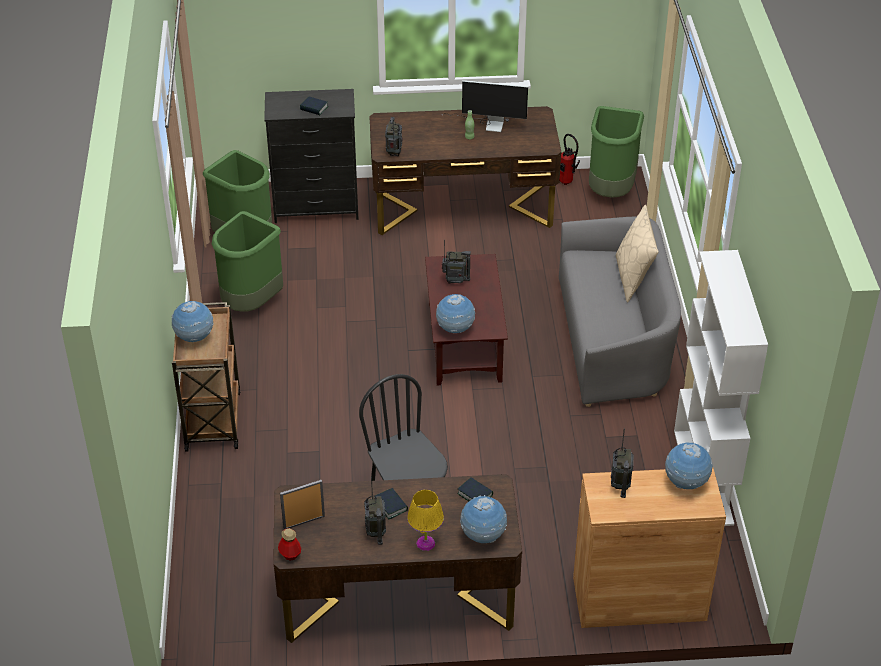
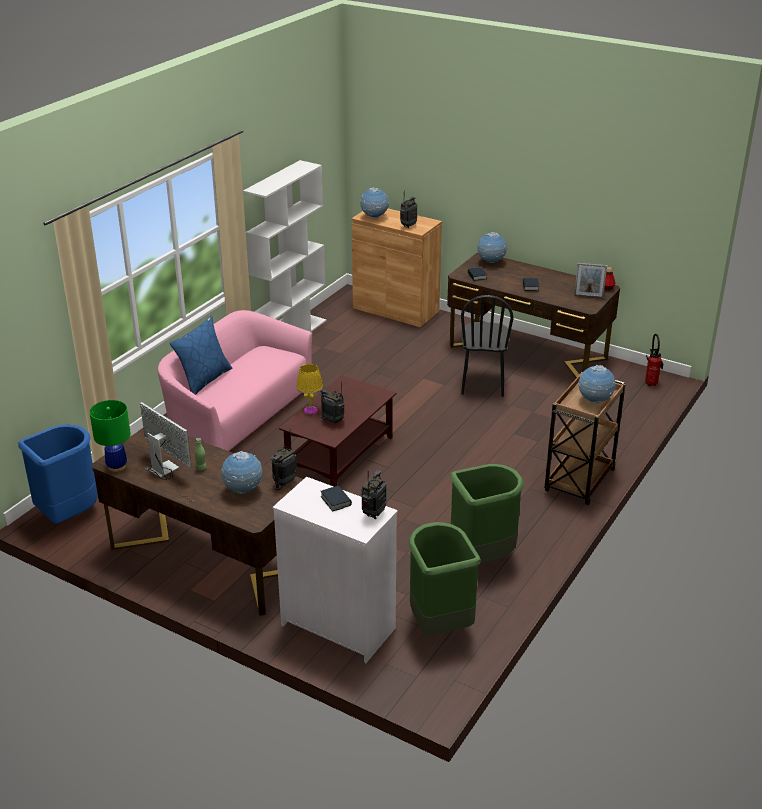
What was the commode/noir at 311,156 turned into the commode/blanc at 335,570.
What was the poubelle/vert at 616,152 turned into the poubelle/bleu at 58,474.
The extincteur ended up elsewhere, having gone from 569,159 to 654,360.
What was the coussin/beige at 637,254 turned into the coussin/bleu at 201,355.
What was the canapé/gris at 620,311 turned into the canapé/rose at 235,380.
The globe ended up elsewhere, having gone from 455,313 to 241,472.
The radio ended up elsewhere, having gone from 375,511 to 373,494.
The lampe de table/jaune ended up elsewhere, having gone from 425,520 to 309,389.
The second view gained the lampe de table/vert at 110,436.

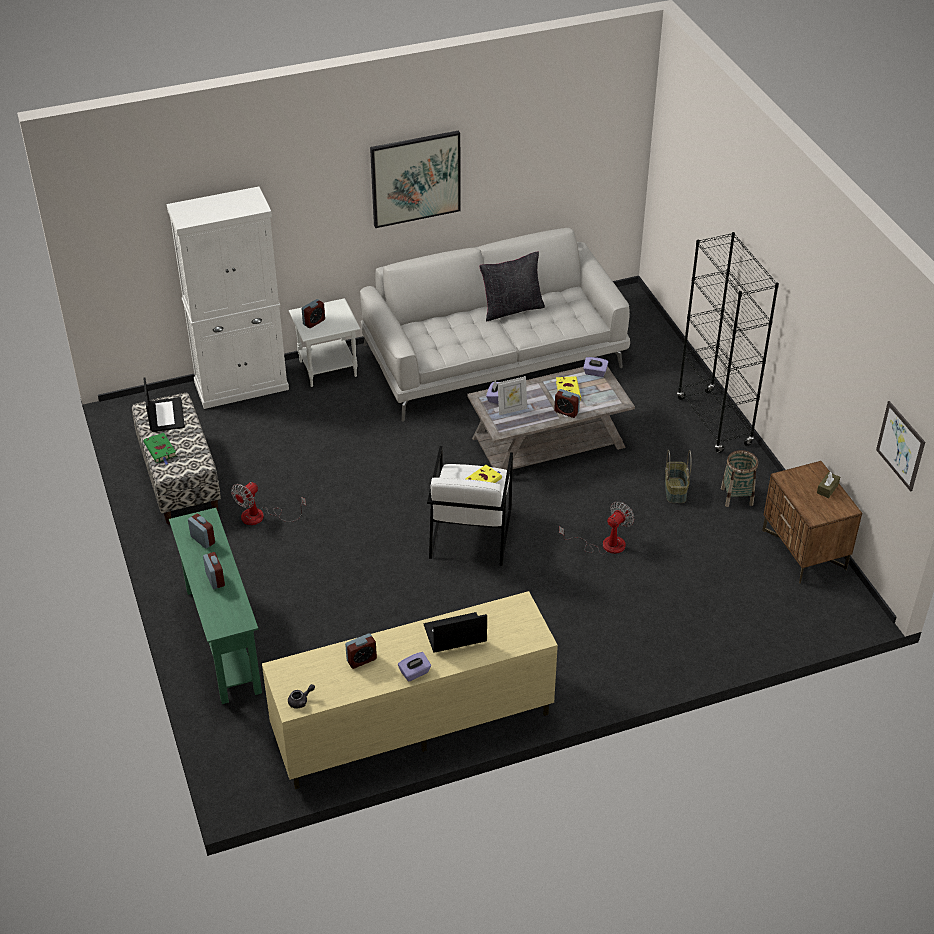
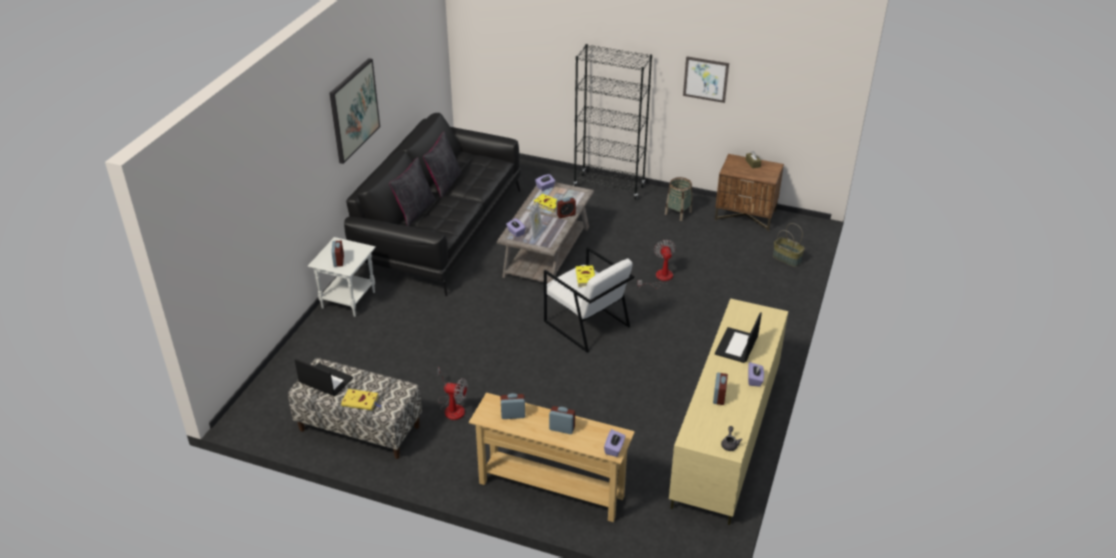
The second view lost the meuble de rangement/blanc at 228,298.
What was the canapé/blanc at 495,325 turned into the canapé/noir at 433,204.
The tableau ended up elsewhere, having gone from 900,446 to 706,79.
What was the livre/vert at 159,449 turned into the livre/jaune at 361,399.
The panier ended up elsewhere, having gone from 678,476 to 789,245.
The ventilateur at 268,503 ended up facing another way, 60 degrees counterclockwise from before.
What was the table console/vert at 215,606 turned into the table console/beige at 552,457.
The second view gained the coussin/noir at 412,192.
The second view gained the boîte à mouchoirs/violet at 614,443.

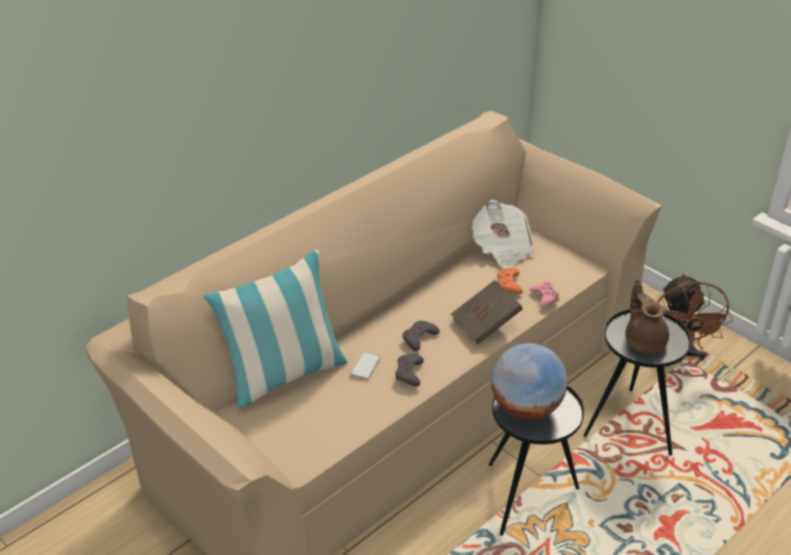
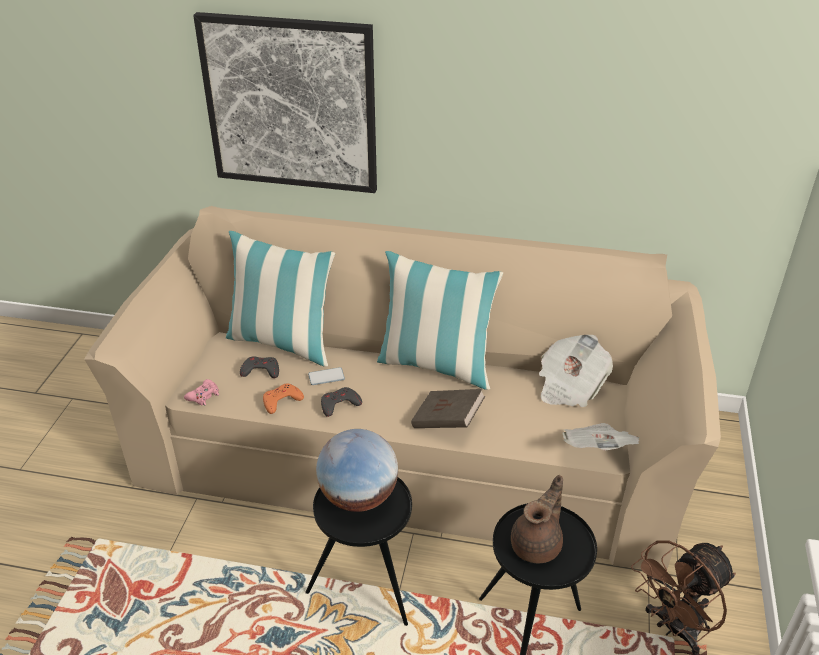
The manette/orange ended up elsewhere, having gone from 510,281 to 283,399.
The manette/rose ended up elsewhere, having gone from 544,294 to 201,392.
The manette/gris ended up elsewhere, having gone from 421,336 to 259,367.
The second view gained the tableau at 285,102.
The second view gained the coussin at 440,320.
The second view gained the journal at 600,436.

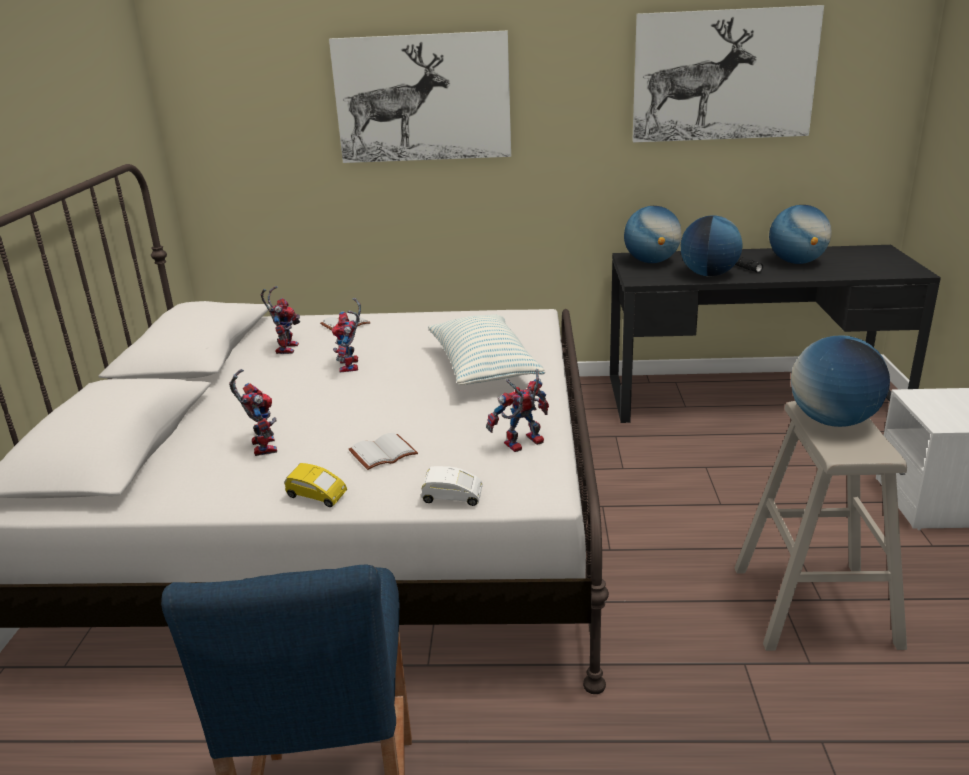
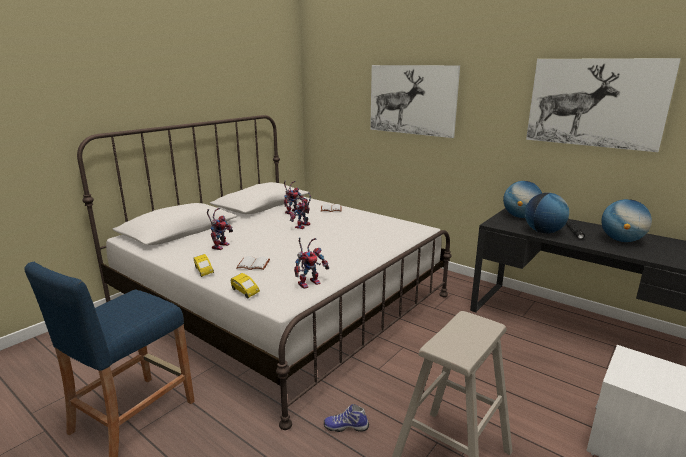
The second view lost the coussin at 486,349.
The second view lost the globe at 840,381.
The robot jouet at 517,410 ended up facing another way, 135 degrees clockwise from before.
What was the petite voiture/blanc at 452,486 turned into the petite voiture/jaune at 245,286.
The second view gained the chaussure at 346,418.

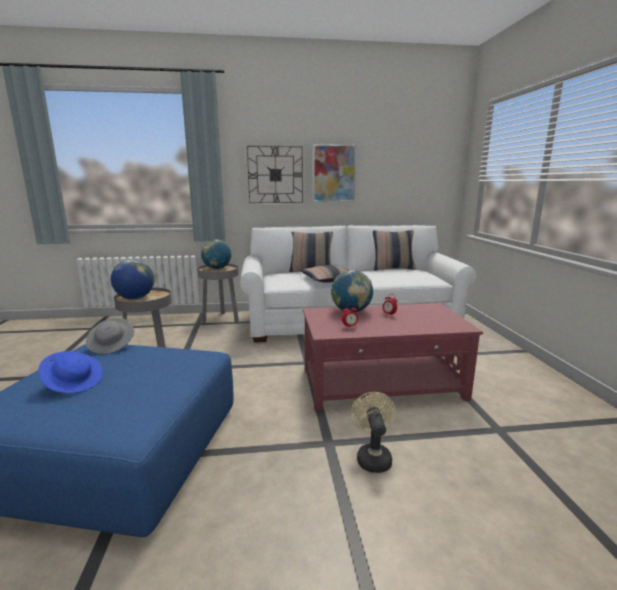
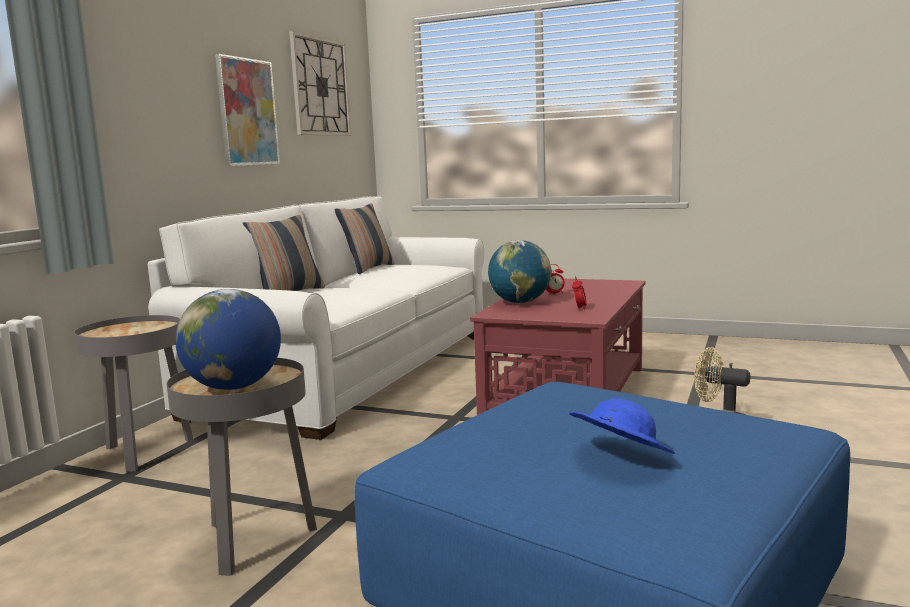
The horloge murale ended up elsewhere, having gone from 275,174 to 320,83.
The second view lost the globe at 216,254.
The second view lost the coussin at 324,274.
The second view lost the chapeau/gris at 110,336.

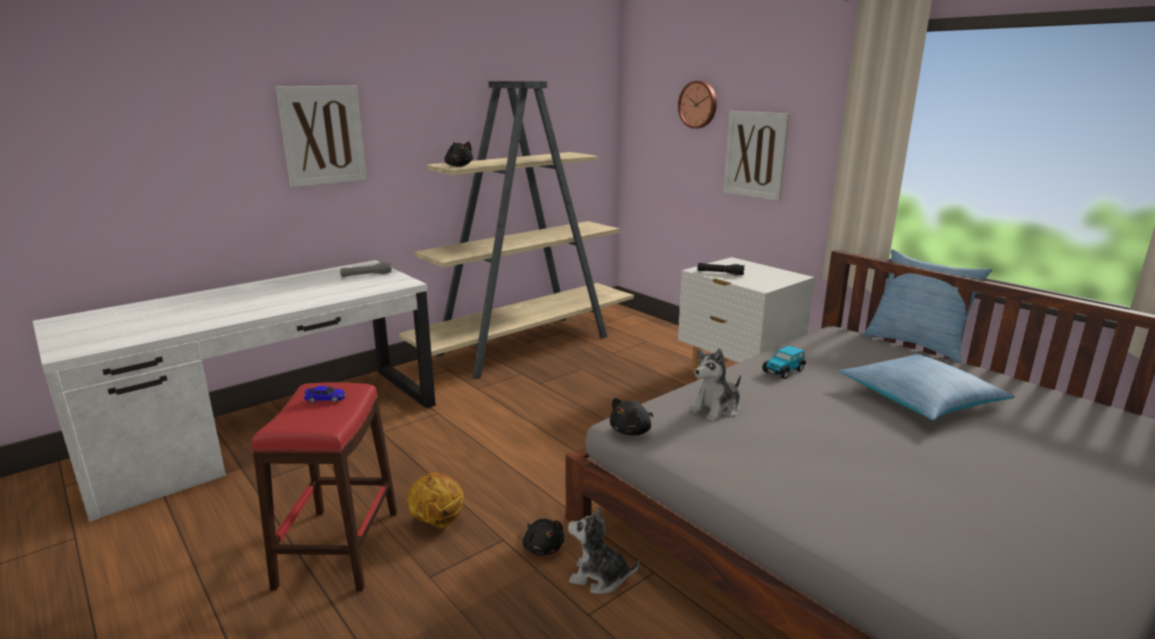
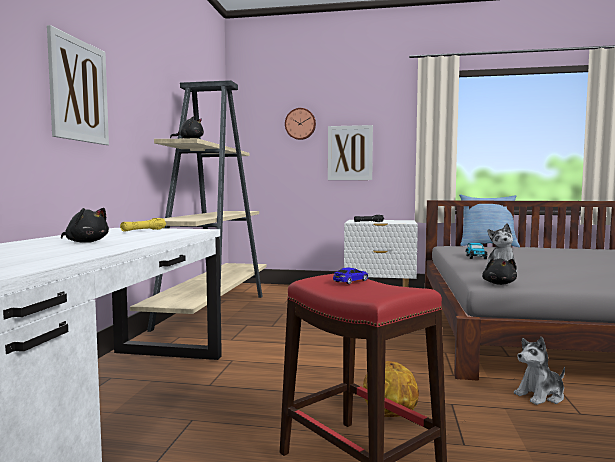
What was the lampe de poche/gris at 366,269 turned into the lampe de poche/jaune at 143,225.
The second view lost the coussin at 926,386.
The peluche/noir ended up elsewhere, having gone from 543,537 to 85,225.

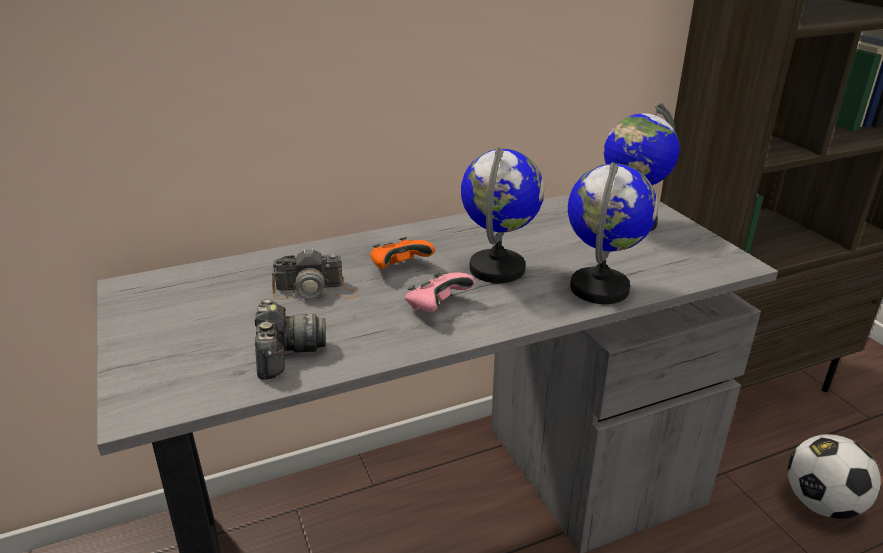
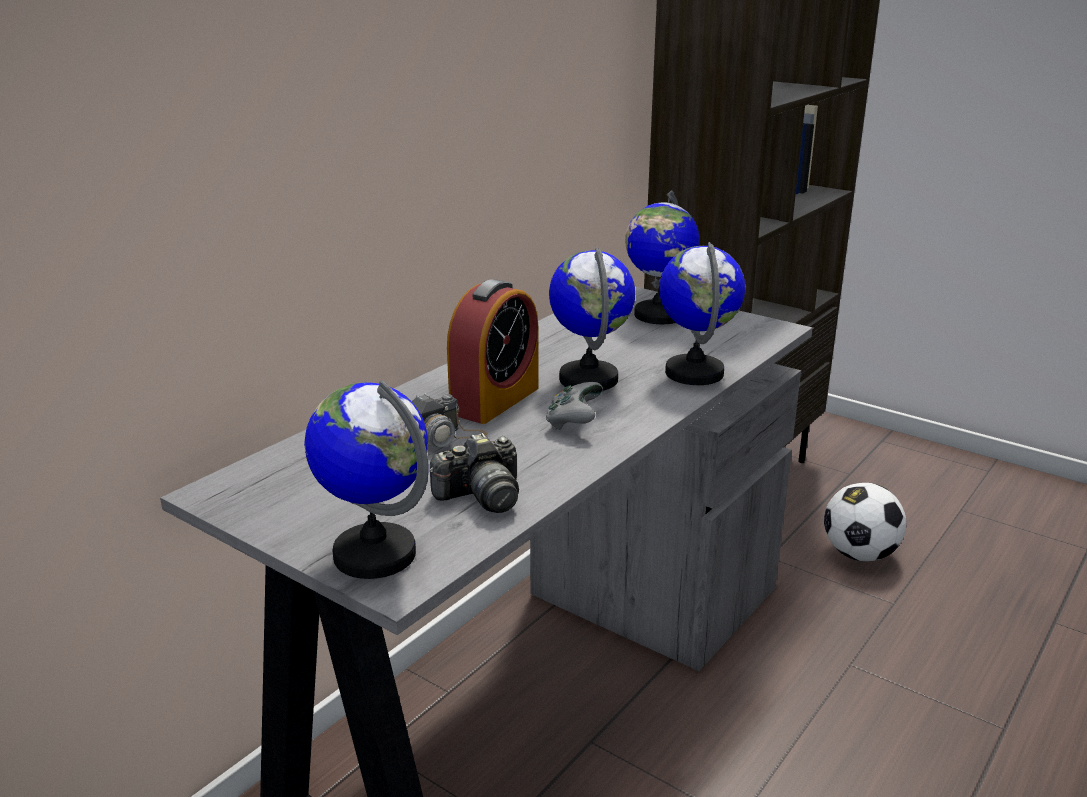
Where the manette/orange stood at 402,252, the réveil came to stand at 493,351.
What was the manette/rose at 440,292 turned into the manette/gris at 574,406.
The appareil photo at 290,339 ended up facing another way, 105 degrees clockwise from before.
The second view gained the globe at 366,479.

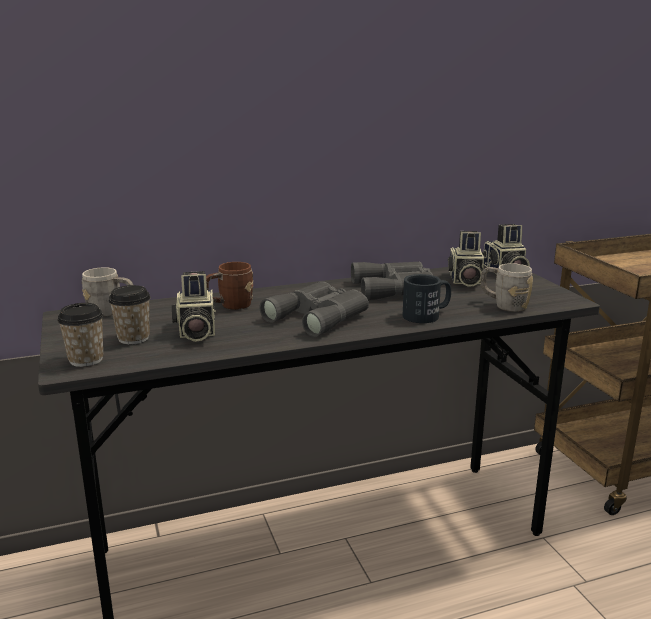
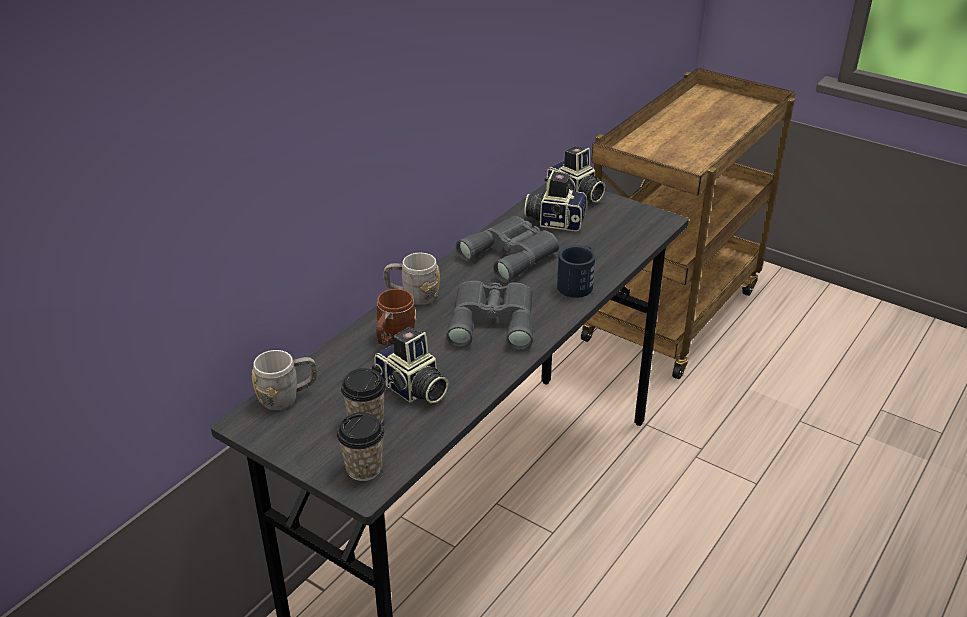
The appareil photo at 466,259 ended up facing another way, 135 degrees clockwise from before.
The mug/gris ended up elsewhere, having gone from 506,287 to 412,279.

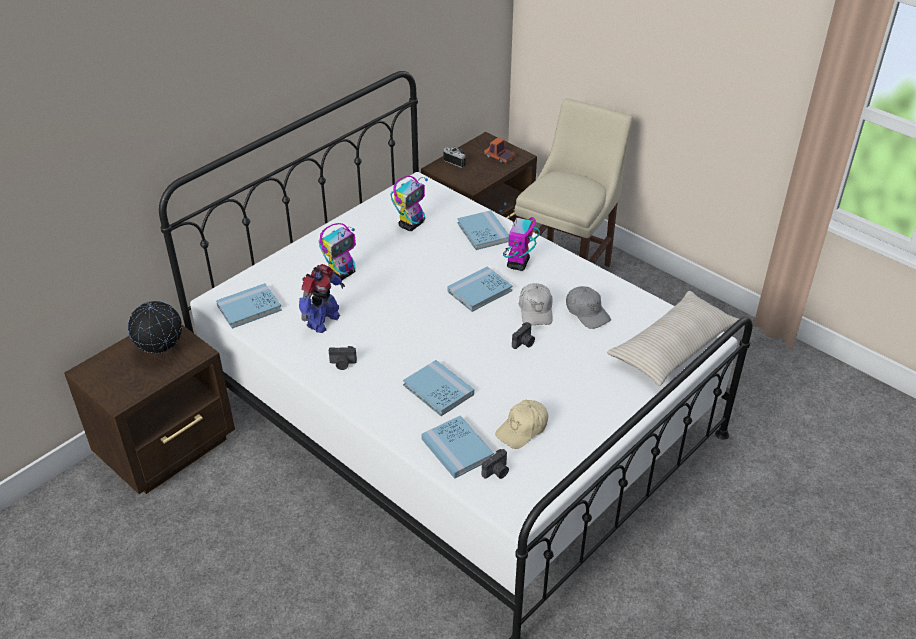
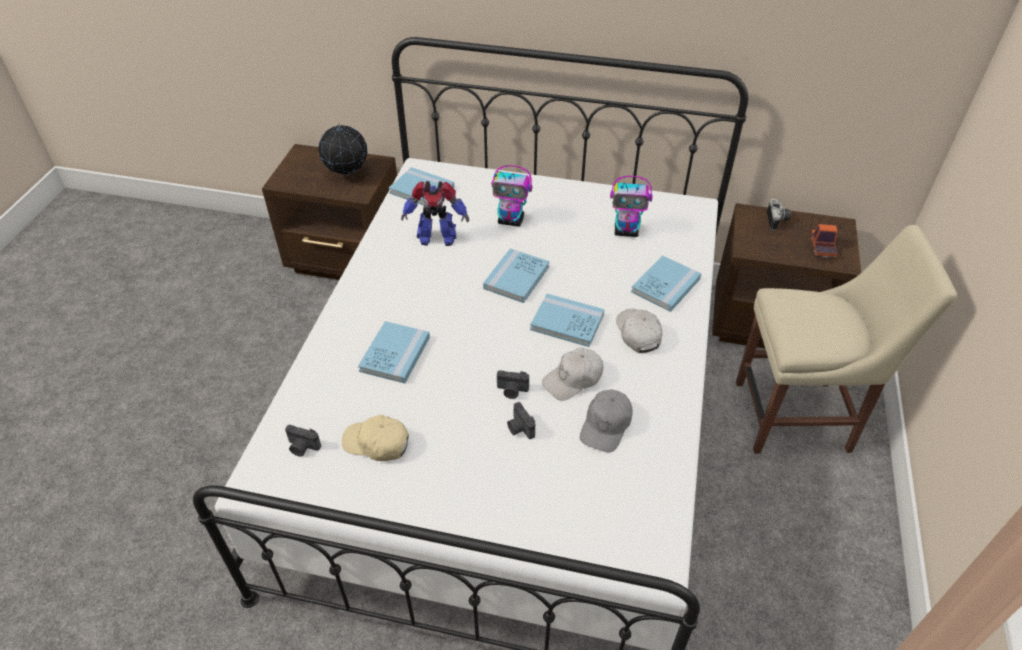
Where the robot jouet stood at 519,237, the casquette/blanc came to stand at 639,331.
The second view lost the coussin/beige at 673,338.
The appareil photo ended up elsewhere, having gone from 343,358 to 521,420.
The livre/bleu ended up elsewhere, having gone from 457,447 to 516,275.

